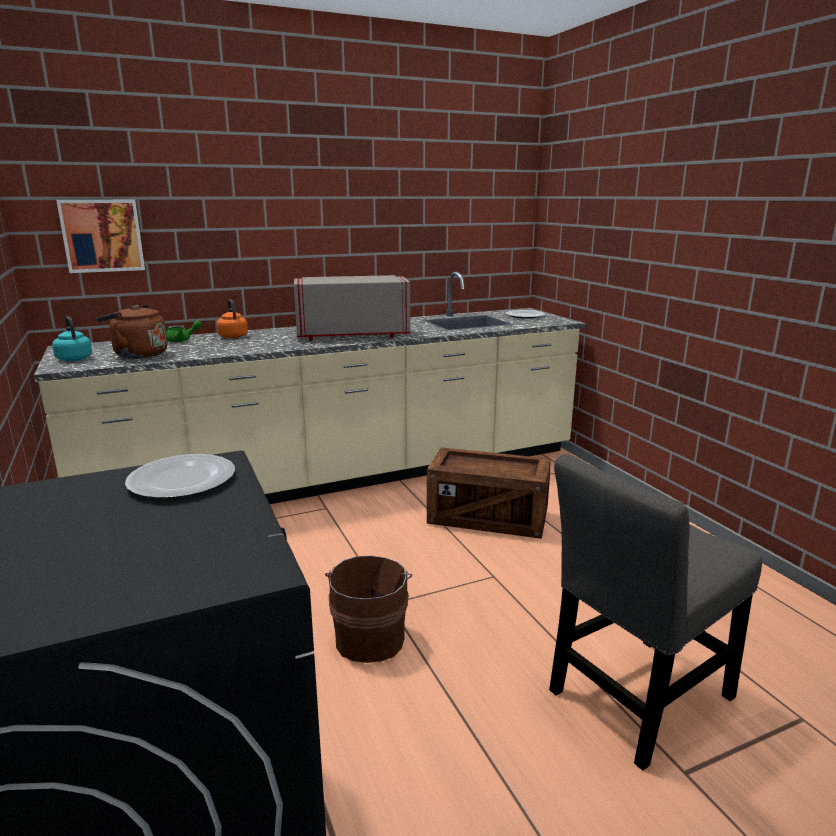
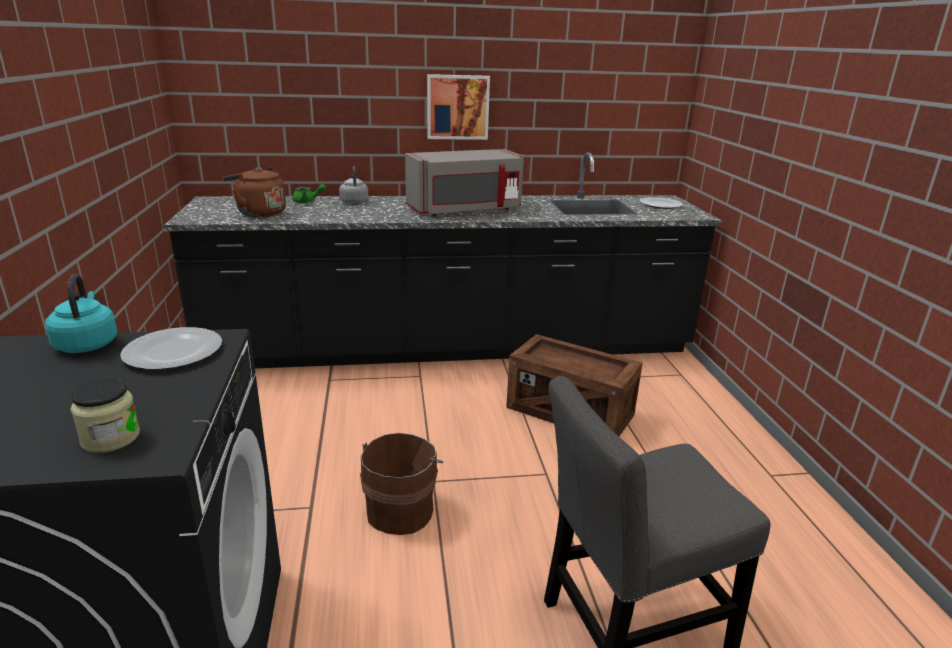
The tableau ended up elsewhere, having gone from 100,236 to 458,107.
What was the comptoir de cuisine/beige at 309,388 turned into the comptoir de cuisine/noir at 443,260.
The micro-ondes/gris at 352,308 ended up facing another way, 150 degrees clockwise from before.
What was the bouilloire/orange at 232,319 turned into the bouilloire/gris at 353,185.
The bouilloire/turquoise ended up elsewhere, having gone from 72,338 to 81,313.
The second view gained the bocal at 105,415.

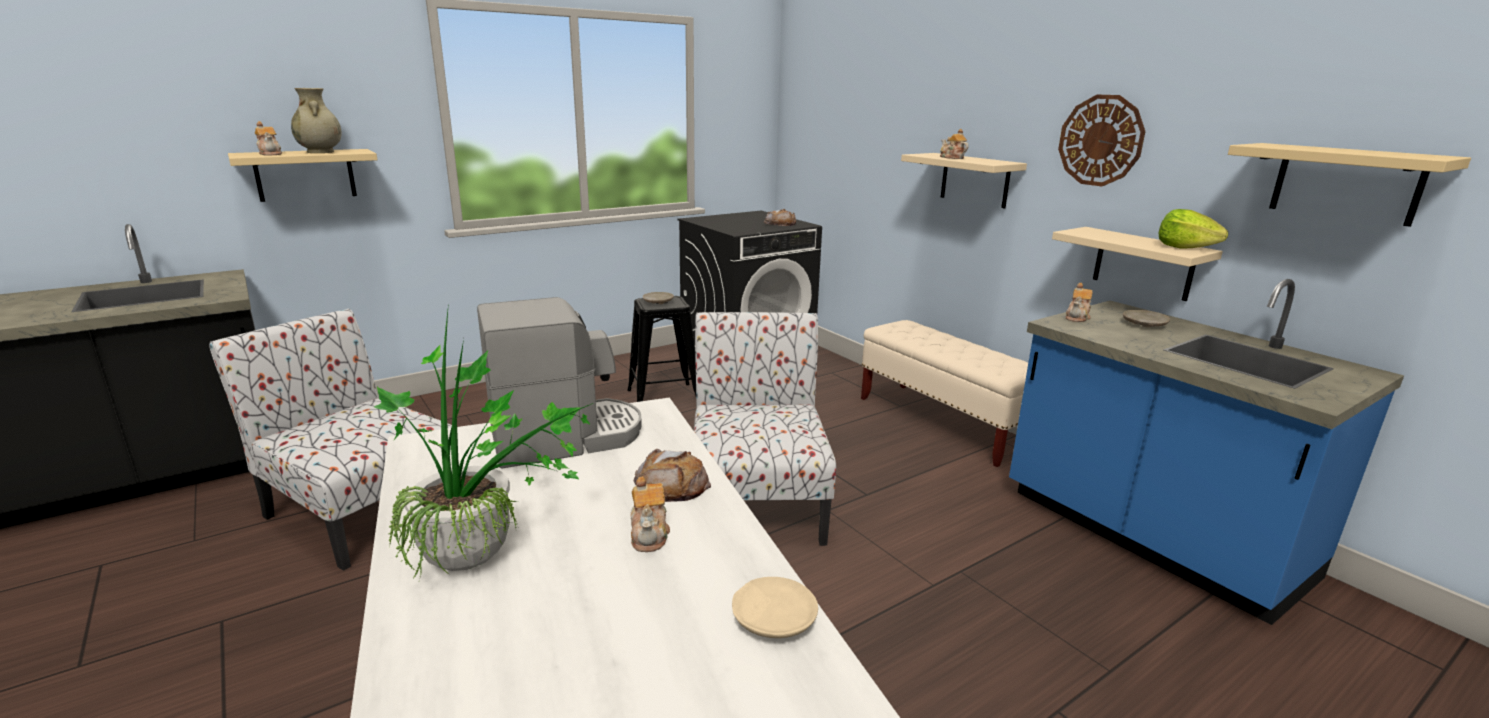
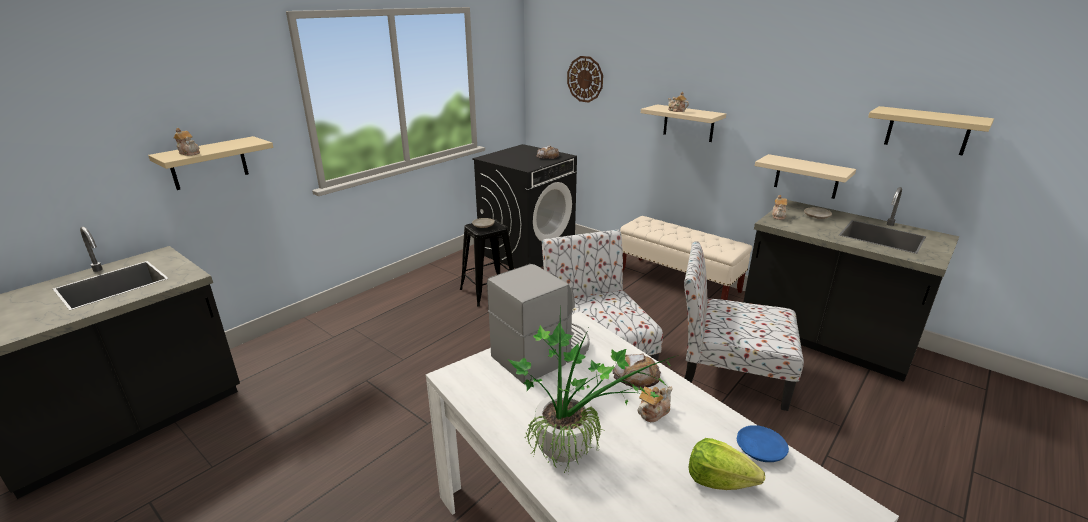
The second view lost the vase/beige at 316,120.
The horloge murale ended up elsewhere, having gone from 1101,140 to 585,79.
The laitue ended up elsewhere, having gone from 1193,229 to 727,464.
What was the comptoir de cuisine/bleu at 1206,452 turned into the comptoir de cuisine/noir at 851,284.
The chaise ended up elsewhere, having gone from 330,440 to 744,326.
The théière at 650,514 ended up facing another way, 105 degrees counterclockwise from before.
What was the assiette/beige at 775,607 turned into the assiette/bleu at 763,443.

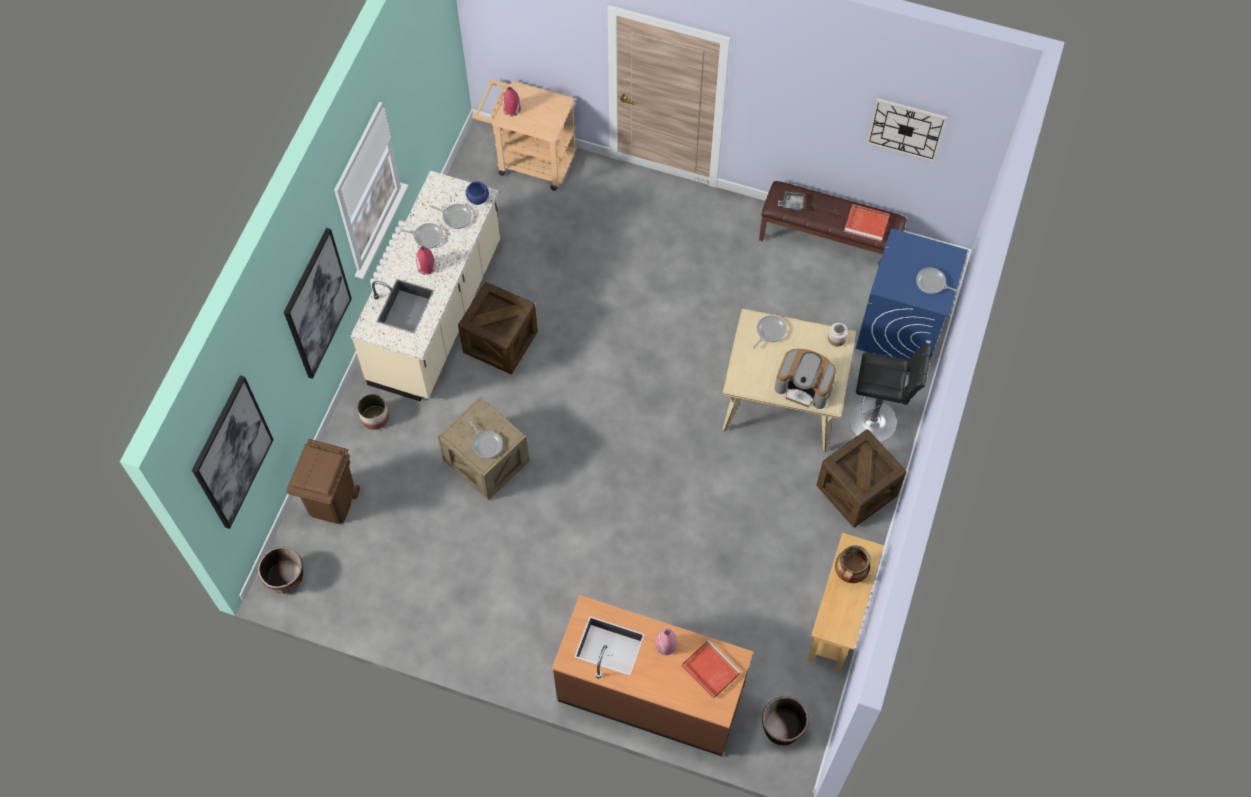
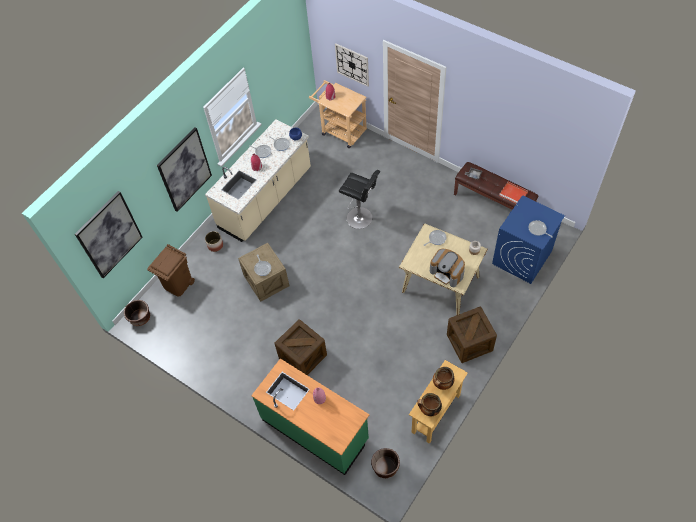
The horloge murale ended up elsewhere, having gone from 907,130 to 352,65.
The caisse ended up elsewhere, having gone from 498,328 to 300,347.
The tabouret/noir ended up elsewhere, having gone from 890,393 to 359,199.
What was the comptoir de cuisine/marron at 652,675 turned into the comptoir de cuisine/vert at 310,417.
The second view lost the plateau/rouge at 711,669.
The second view gained the marmite at 429,404.

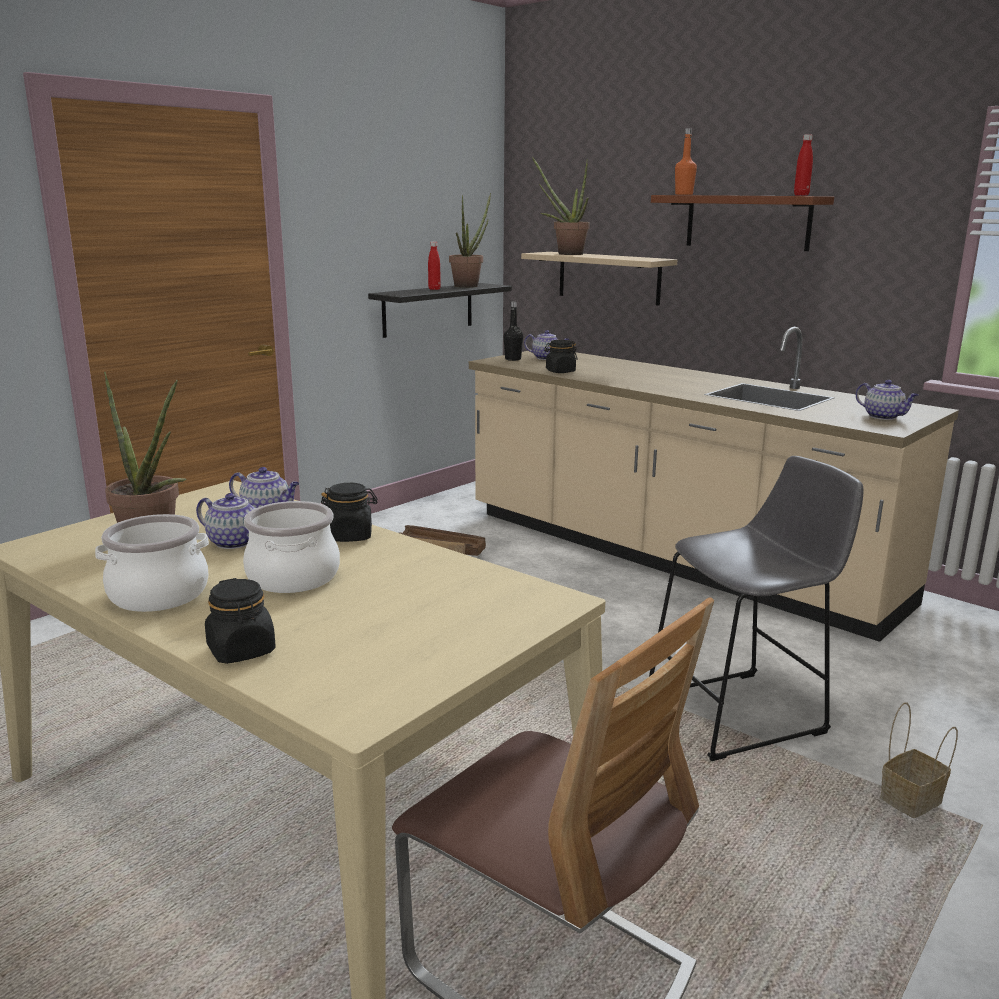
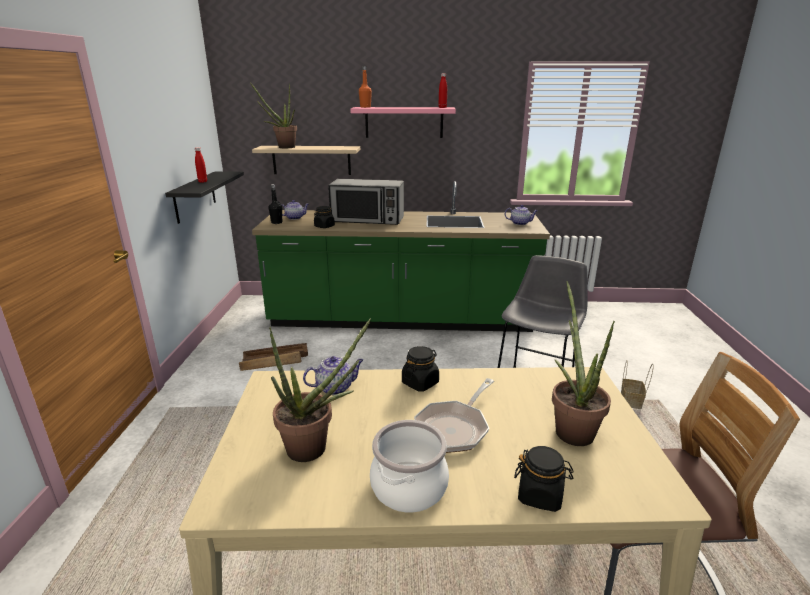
The plante en pot ended up elsewhere, having gone from 470,240 to 583,363.
What was the étagère/marron at 742,223 turned into the étagère/rose at 403,122.
What was the comptoir de cuisine/beige at 714,484 turned into the comptoir de cuisine/vert at 401,256.
The second view lost the théière at 225,521.
Where the marmite stood at 291,547, the poêle came to stand at 454,415.
The second view gained the micro-ondes at 366,202.

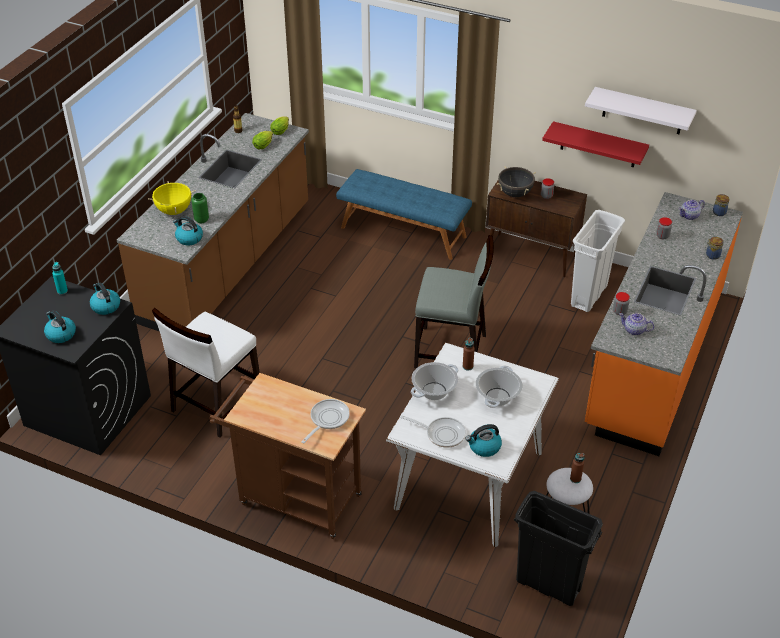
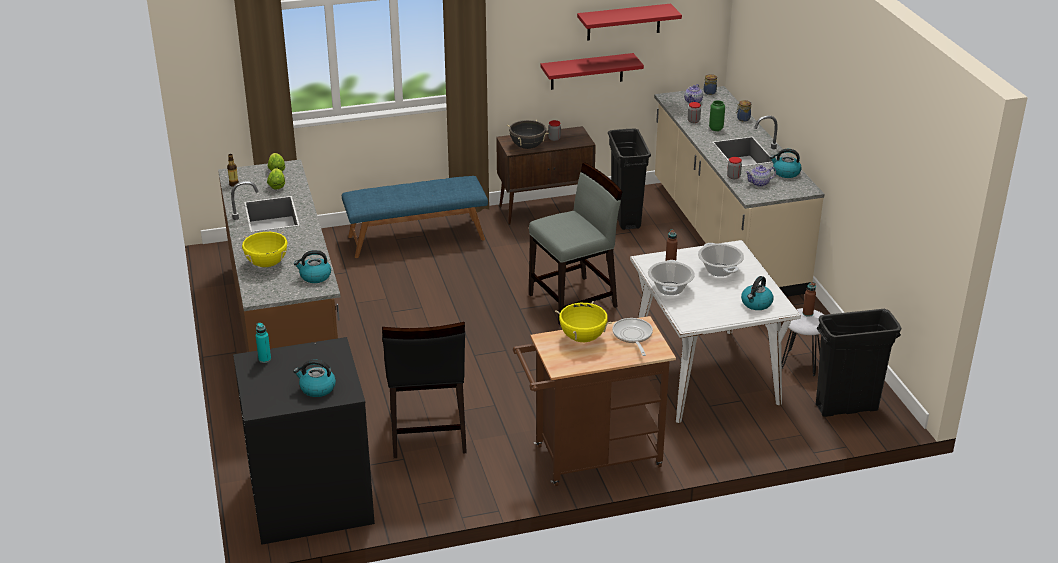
What was the étagère/blanc at 641,110 turned into the étagère/rouge at 629,22.
What was the comptoir de cuisine/orange at 664,324 turned into the comptoir de cuisine/beige at 739,191.
The vase/vert ended up elsewhere, having gone from 200,208 to 717,115.
What was the poubelle/blanc at 598,261 turned into the poubelle/noir at 629,179.
The bouilloire ended up elsewhere, having gone from 105,299 to 785,163.
What was the chaise/blanc at 206,372 turned into the chaise/noir at 424,390.
The second view lost the poêle at 433,431.
The second view gained the marmite/jaune at 583,321.

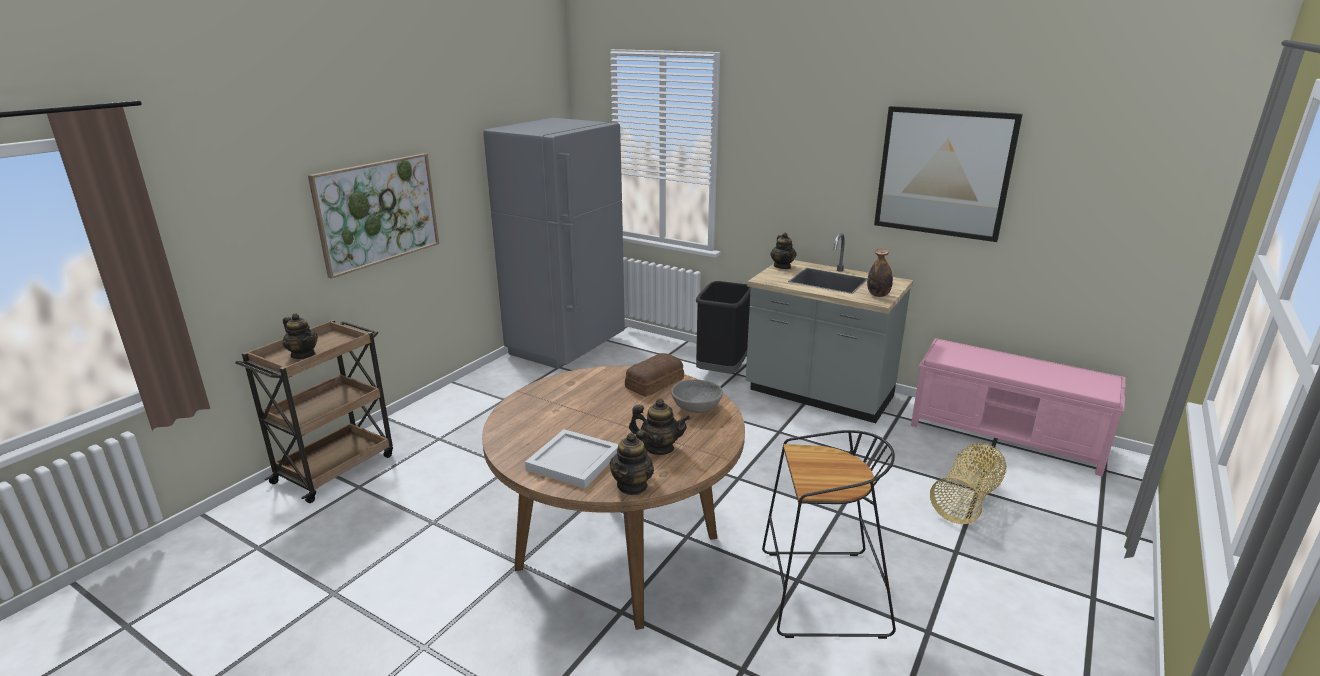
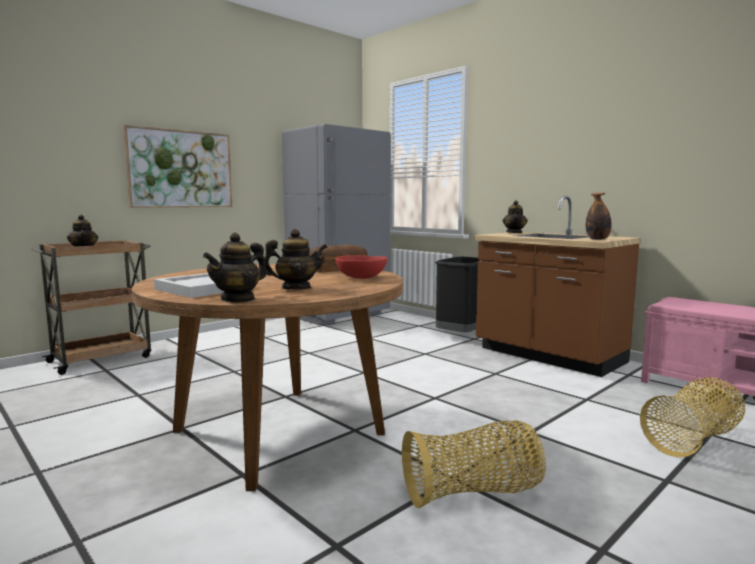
The second view lost the tableau at 948,174.
What was the comptoir de cuisine/gris at 829,328 turned into the comptoir de cuisine/marron at 558,286.
What was the bol/gris at 697,396 turned into the bol/rouge at 361,267.
The théière at 659,426 ended up facing another way, 45 degrees counterclockwise from before.
Where the tabouret/noir stood at 829,534, the panier came to stand at 474,464.

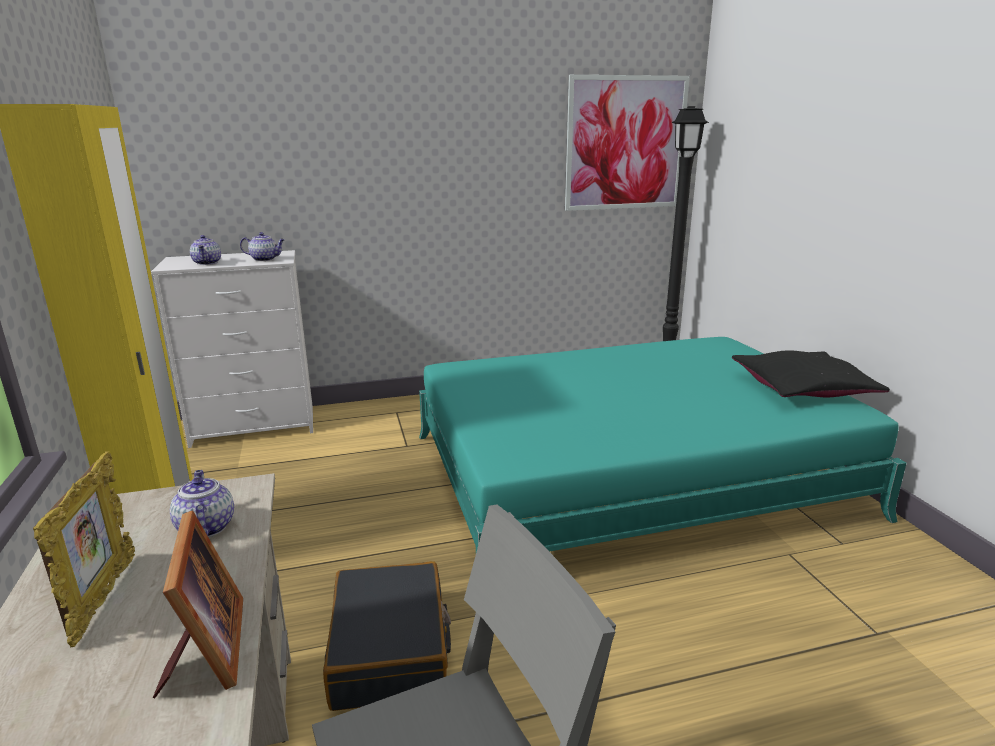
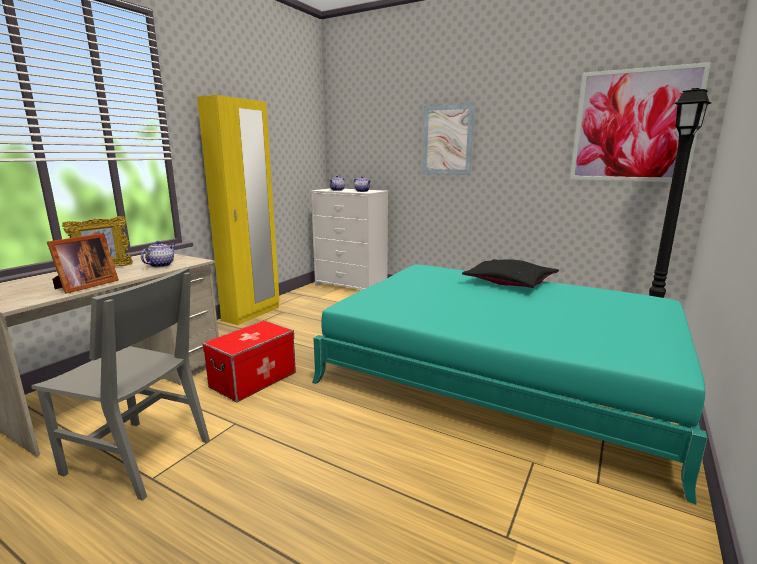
The coussin/noir ended up elsewhere, having gone from 811,373 to 510,273.
Where the valise/noir stood at 387,636, the boîte de rangement came to stand at 249,361.
The second view gained the tableau at 448,139.

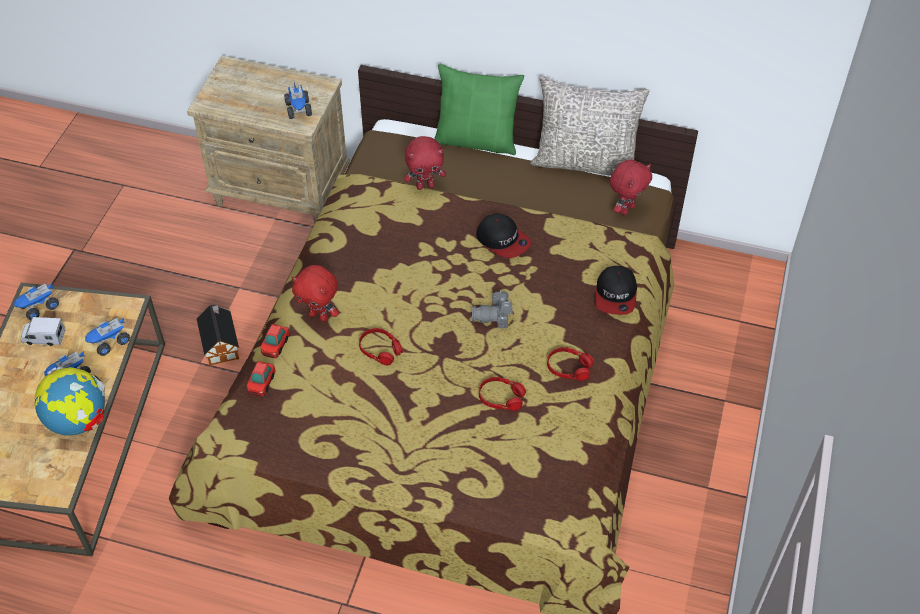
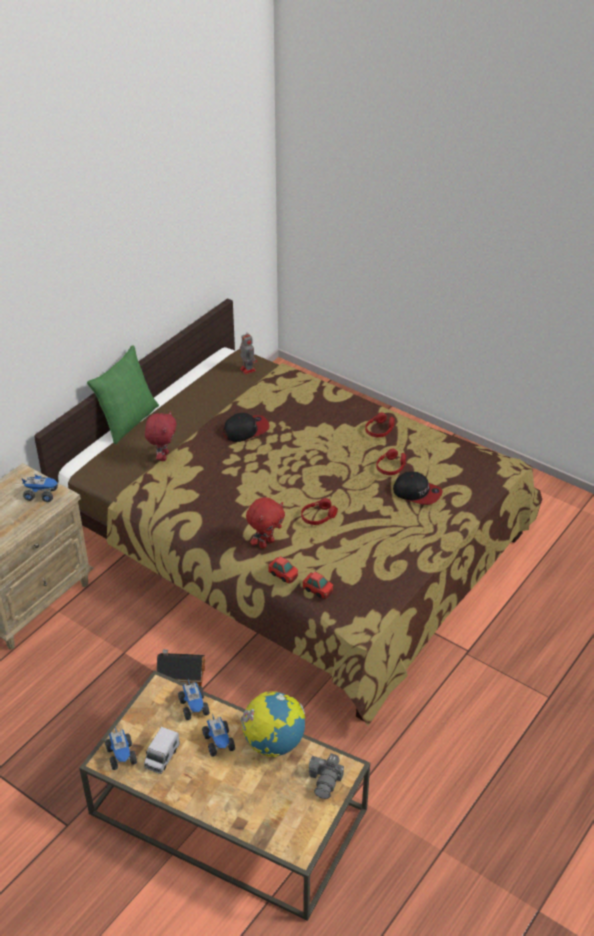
The second view lost the coussin/gris at 589,125.
Where the peluche/rouge stood at 631,187, the robot jouet came to stand at 248,352.
The casquette ended up elsewhere, having gone from 616,290 to 418,488.
The appareil photo ended up elsewhere, having gone from 492,309 to 326,776.

